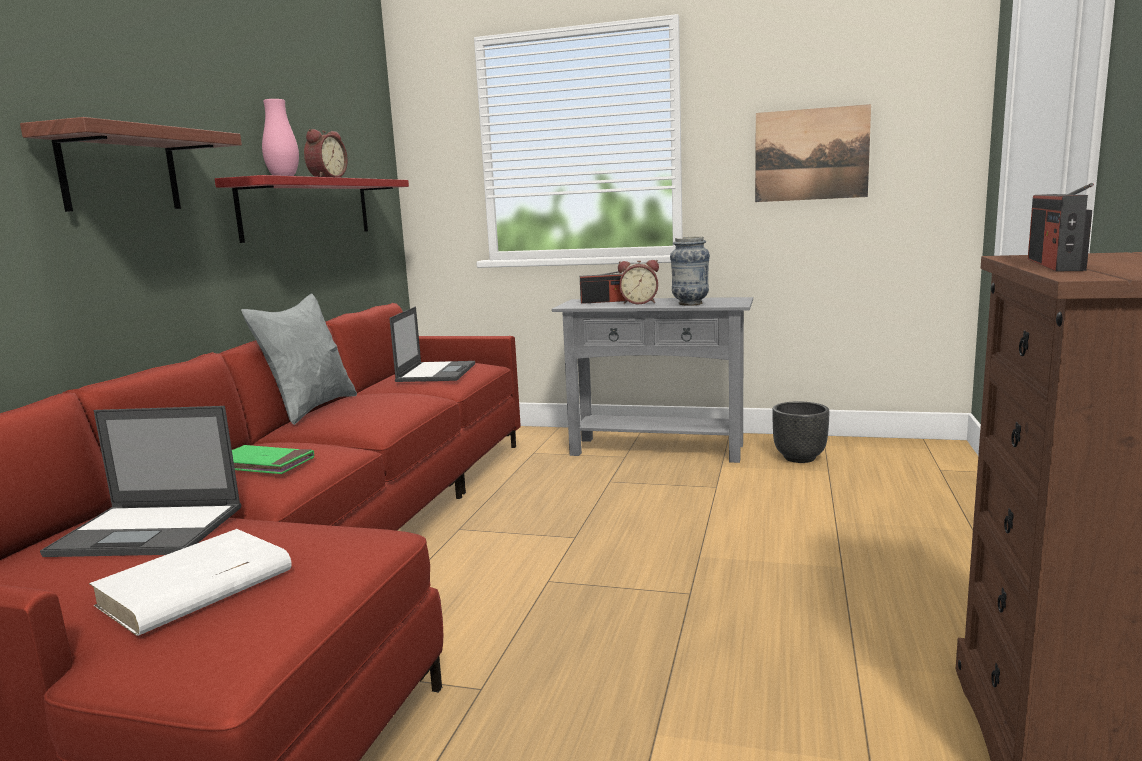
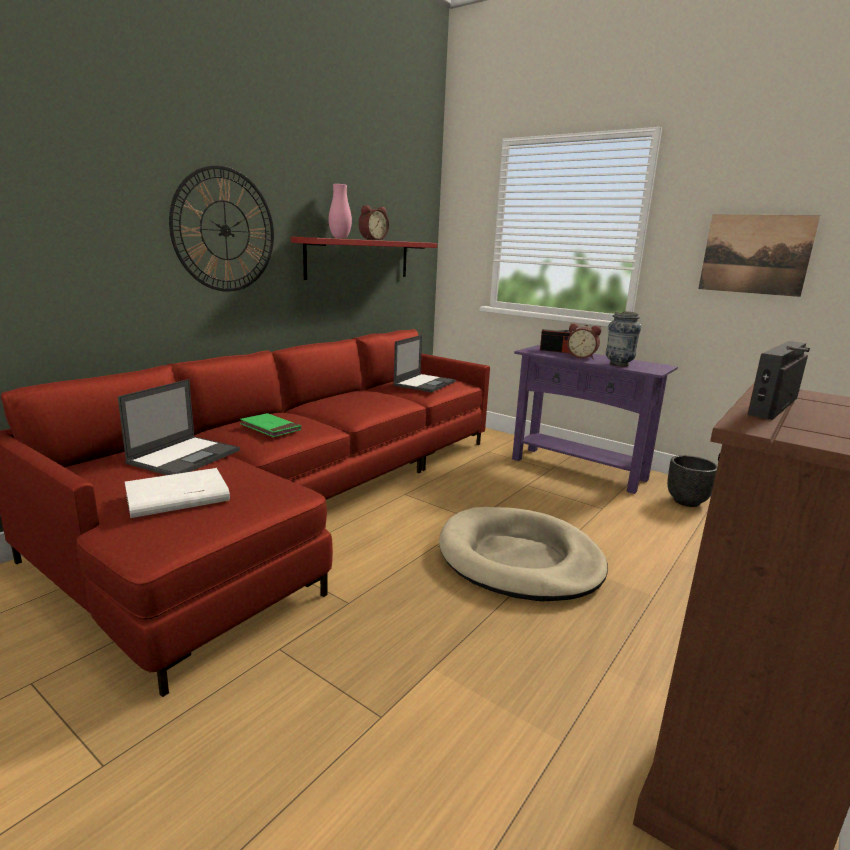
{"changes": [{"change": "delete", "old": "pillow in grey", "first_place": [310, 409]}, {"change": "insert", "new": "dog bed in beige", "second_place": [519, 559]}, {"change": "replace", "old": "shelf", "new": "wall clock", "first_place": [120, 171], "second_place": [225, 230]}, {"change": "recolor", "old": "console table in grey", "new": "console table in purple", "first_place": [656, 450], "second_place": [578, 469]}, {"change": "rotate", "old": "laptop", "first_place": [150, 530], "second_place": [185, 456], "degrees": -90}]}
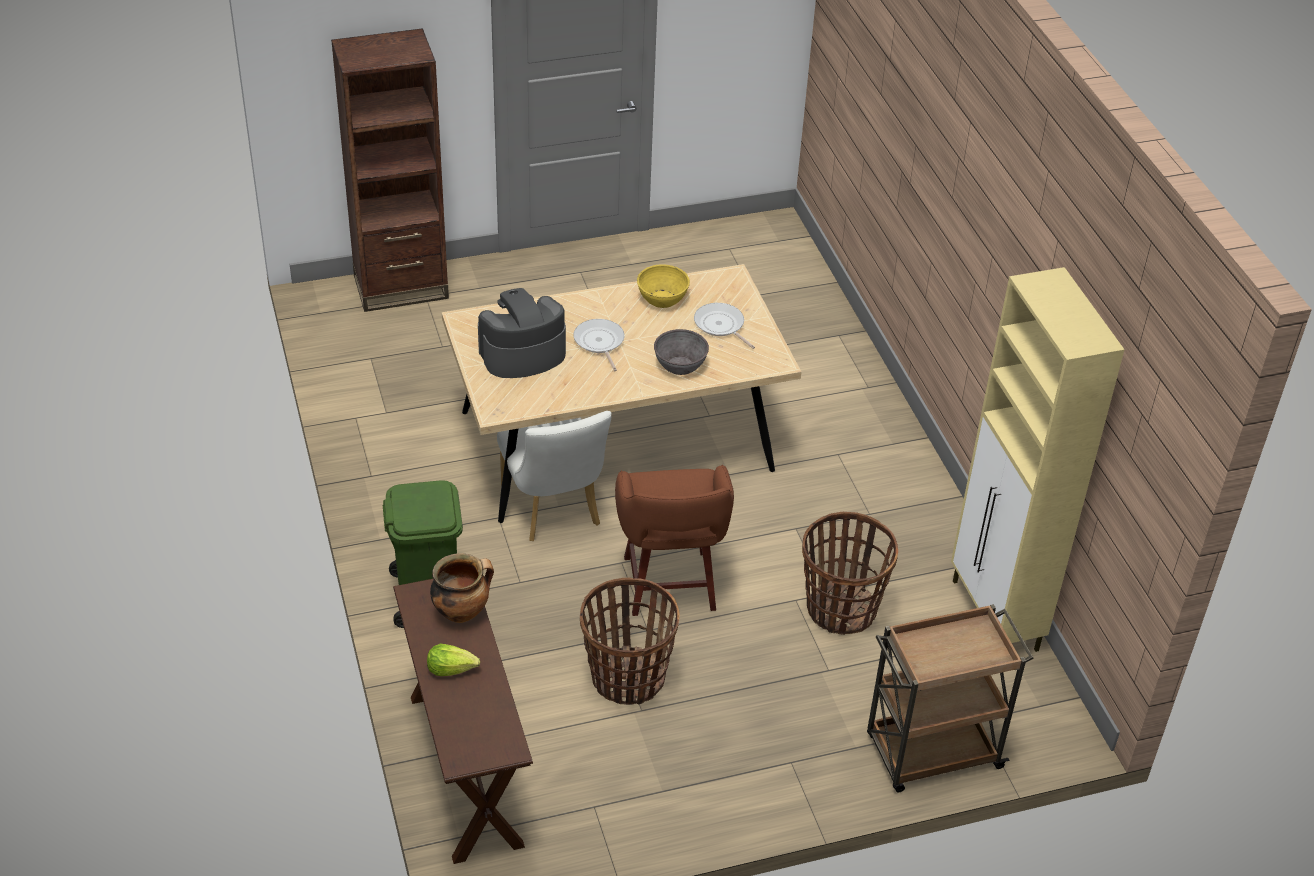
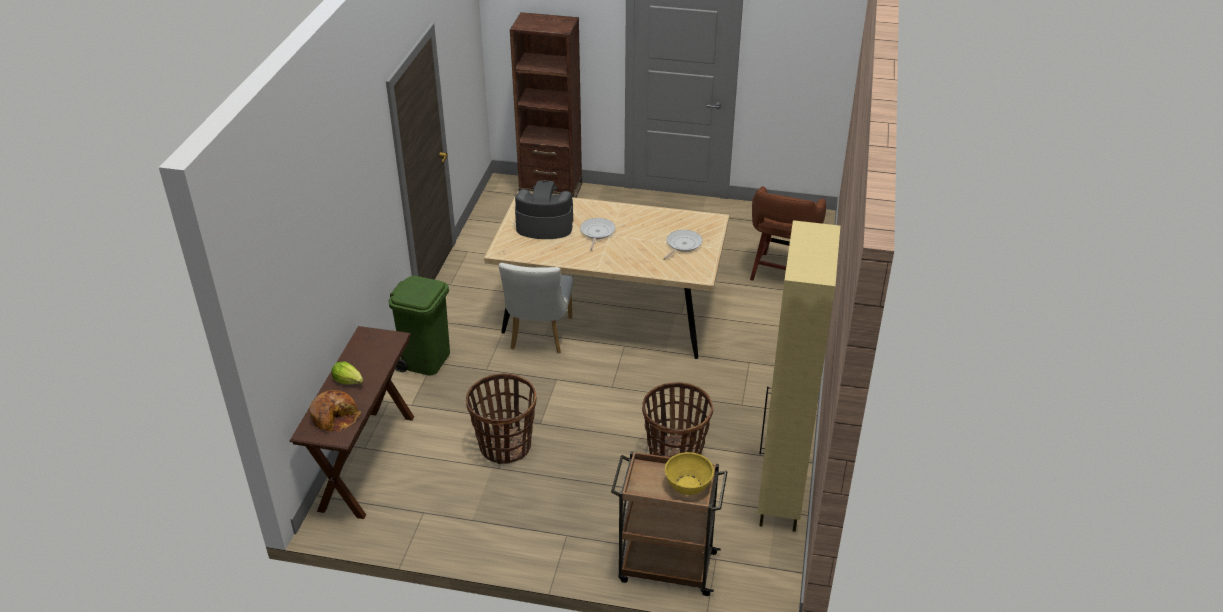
{"changes": [{"change": "delete", "old": "cooking pot", "first_place": [462, 611]}, {"change": "delete", "old": "bowl in grey", "first_place": [680, 365]}, {"change": "insert", "new": "bread", "second_place": [335, 416]}, {"change": "move", "old": "stool in brown", "first_place": [670, 586], "second_place": [780, 273]}, {"change": "move", "old": "bowl in yellow", "first_place": [662, 299], "second_place": [688, 485]}, {"change": "rotate", "old": "frying pan", "first_place": [720, 325], "second_place": [682, 245], "degrees": 45}]}
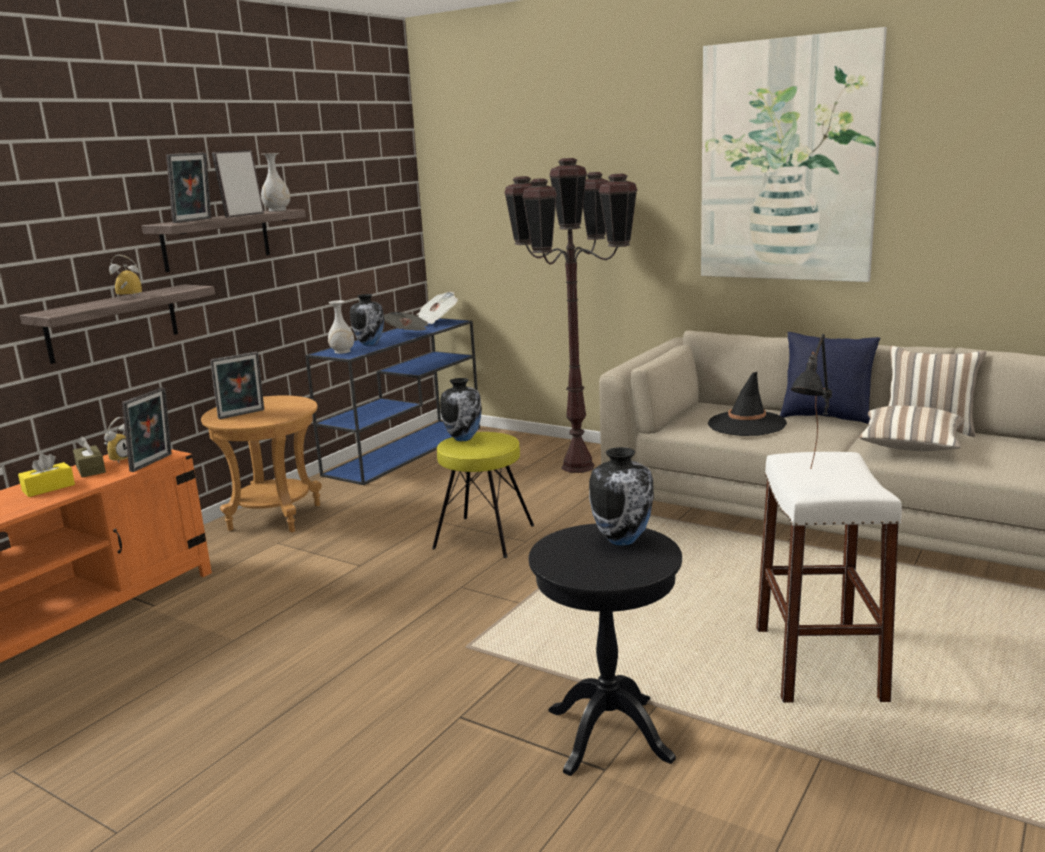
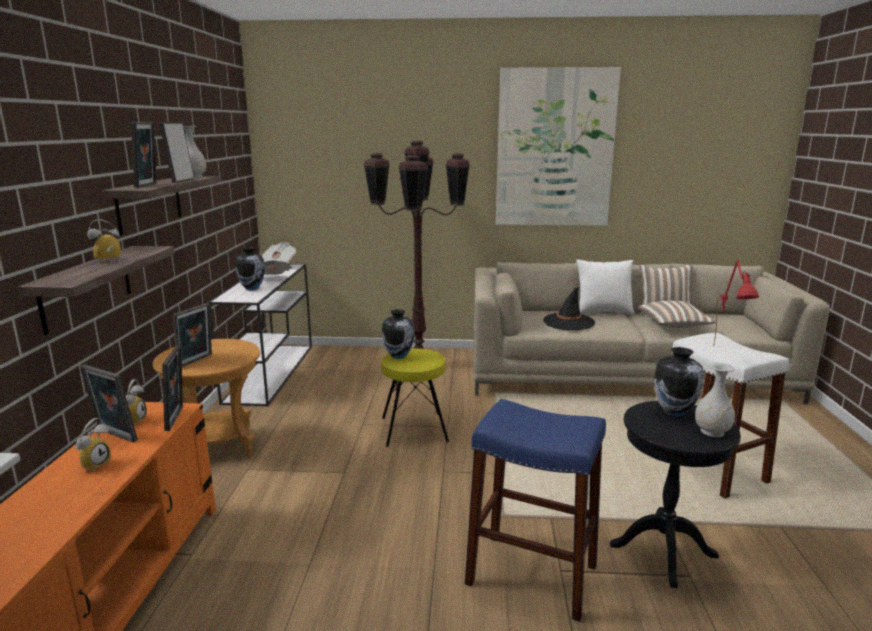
{"changes": [{"change": "insert", "new": "stool in blue", "second_place": [531, 574]}, {"change": "move", "old": "vase in white", "first_place": [342, 352], "second_place": [712, 432]}, {"change": "replace", "old": "tissue box in yellow", "new": "alarm clock", "first_place": [48, 488], "second_place": [94, 464]}, {"change": "replace", "old": "tissue box in brown", "new": "picture frame", "first_place": [90, 469], "second_place": [114, 436]}, {"change": "recolor", "old": "console table in blue", "new": "console table in white", "first_place": [406, 450], "second_place": [271, 372]}, {"change": "recolor", "old": "pillow in blue", "new": "pillow in white", "first_place": [826, 418], "second_place": [603, 313]}, {"change": "recolor", "old": "table lamp in black", "new": "table lamp in red", "first_place": [812, 480], "second_place": [728, 353]}]}
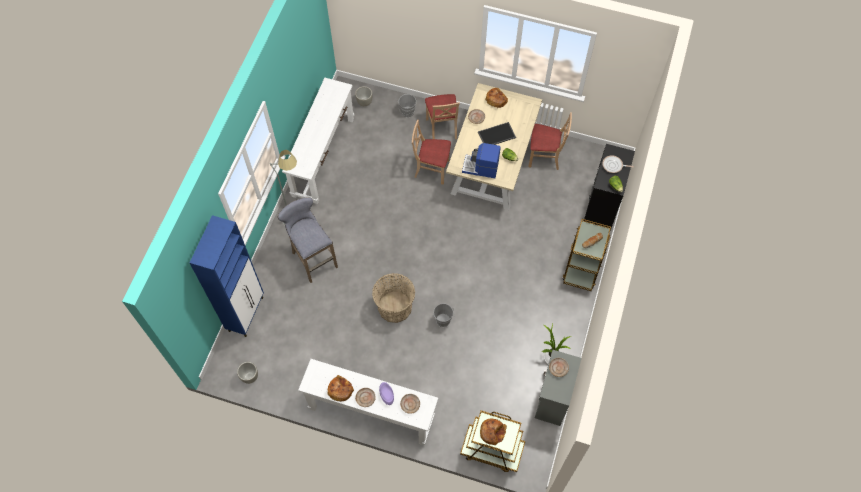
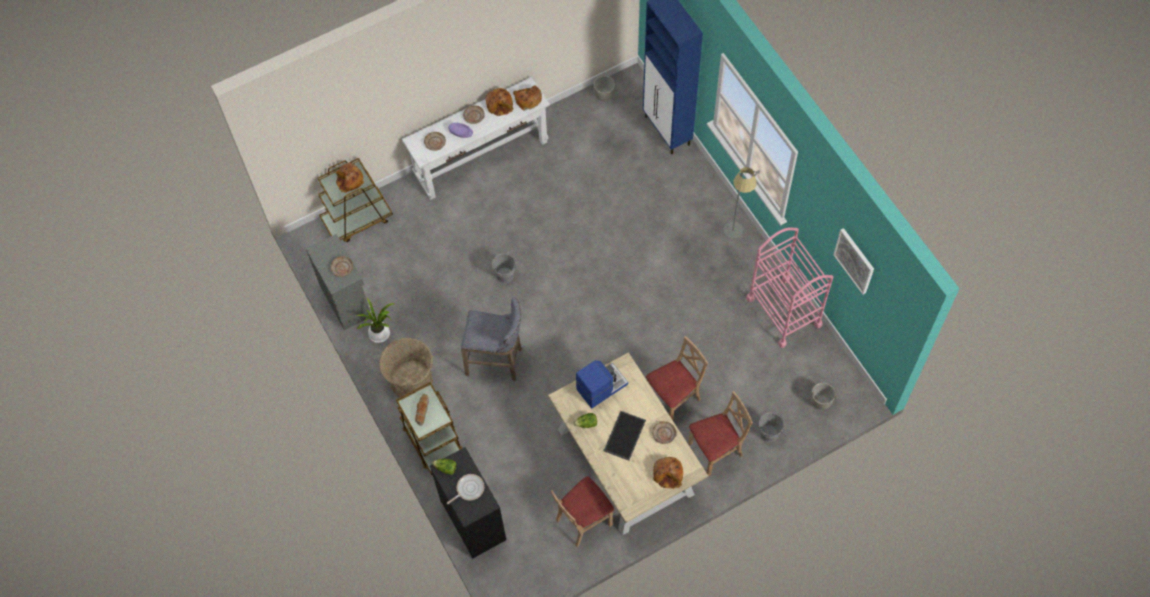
{"changes": [{"change": "insert", "new": "bread", "second_place": [528, 99]}, {"change": "insert", "new": "picture", "second_place": [854, 260]}, {"change": "move", "old": "stool in grey", "first_place": [313, 258], "second_place": [497, 361]}, {"change": "move", "old": "basket", "first_place": [394, 307], "second_place": [411, 380]}, {"change": "replace", "old": "console table in white", "new": "cart in pink", "first_place": [323, 156], "second_place": [784, 311]}, {"change": "rotate", "old": "chair in beige", "first_place": [442, 128], "second_place": [716, 450], "degrees": 120}]}
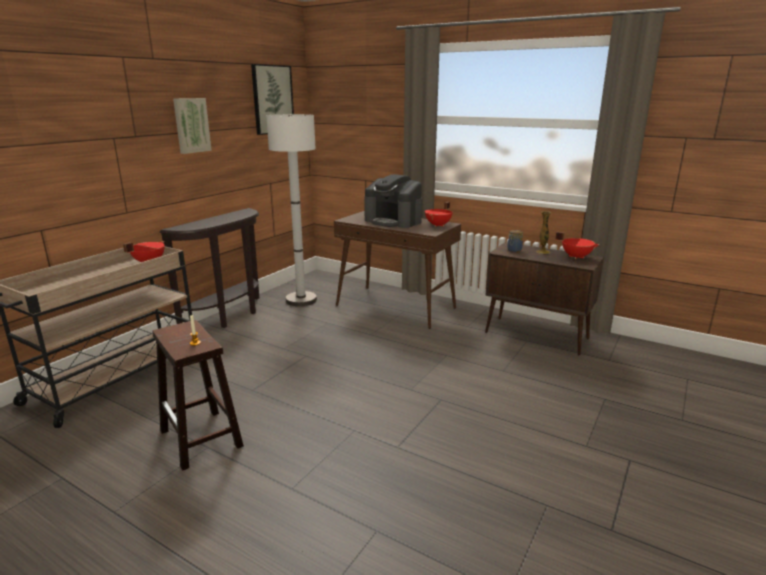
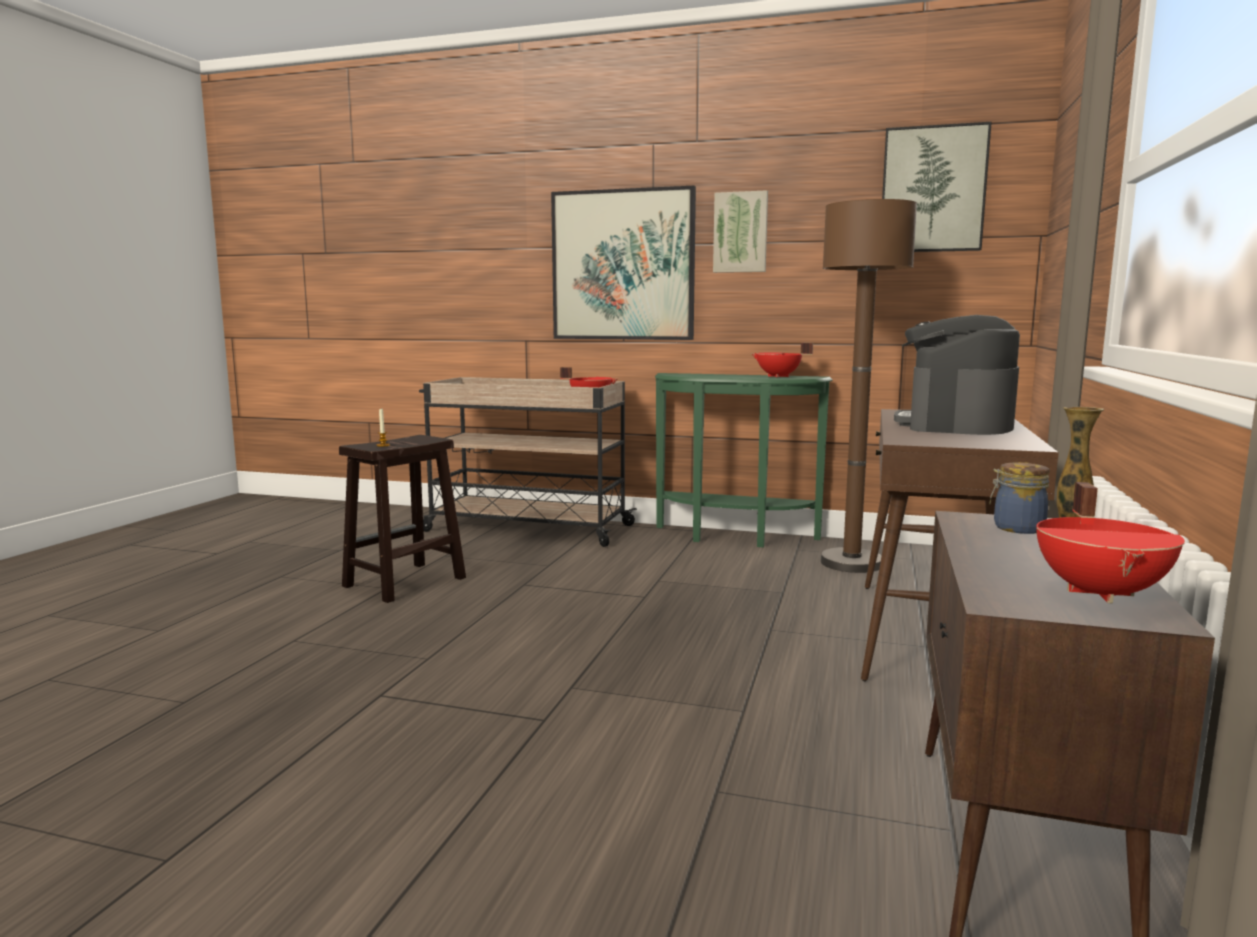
{"changes": [{"change": "insert", "new": "picture", "second_place": [623, 265]}, {"change": "move", "old": "cooking pot in red", "first_place": [438, 225], "second_place": [778, 376]}, {"change": "recolor", "old": "console table in brown", "new": "console table in green", "first_place": [230, 316], "second_place": [733, 538]}, {"change": "recolor", "old": "floor lamp in white", "new": "floor lamp in brown", "first_place": [301, 300], "second_place": [851, 563]}]}
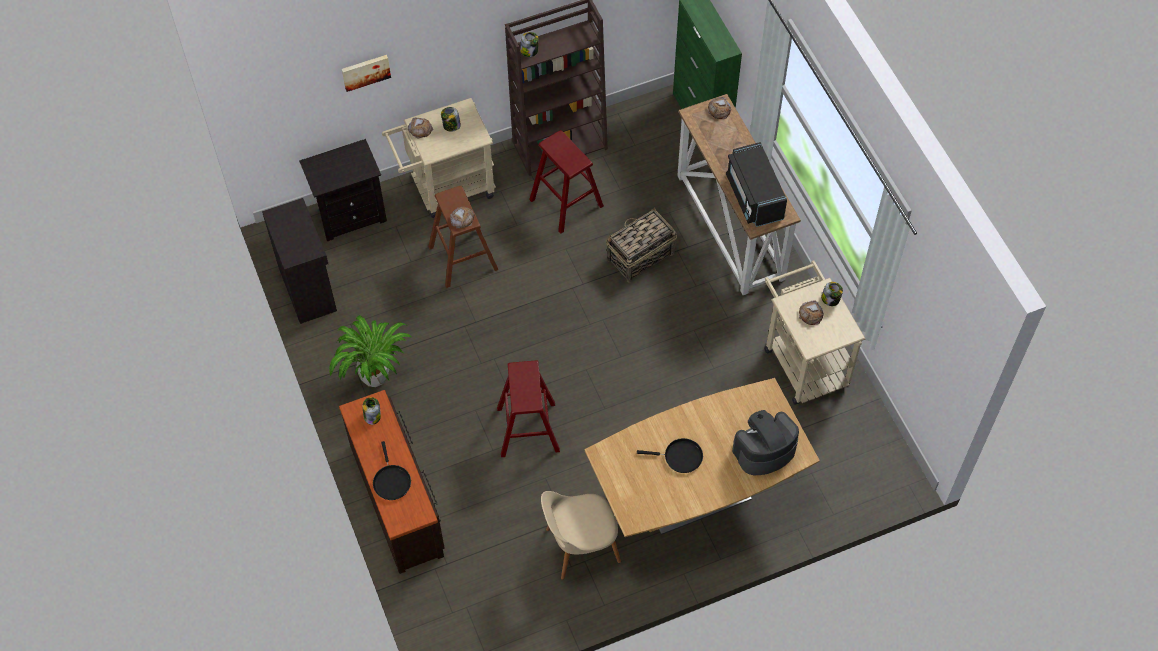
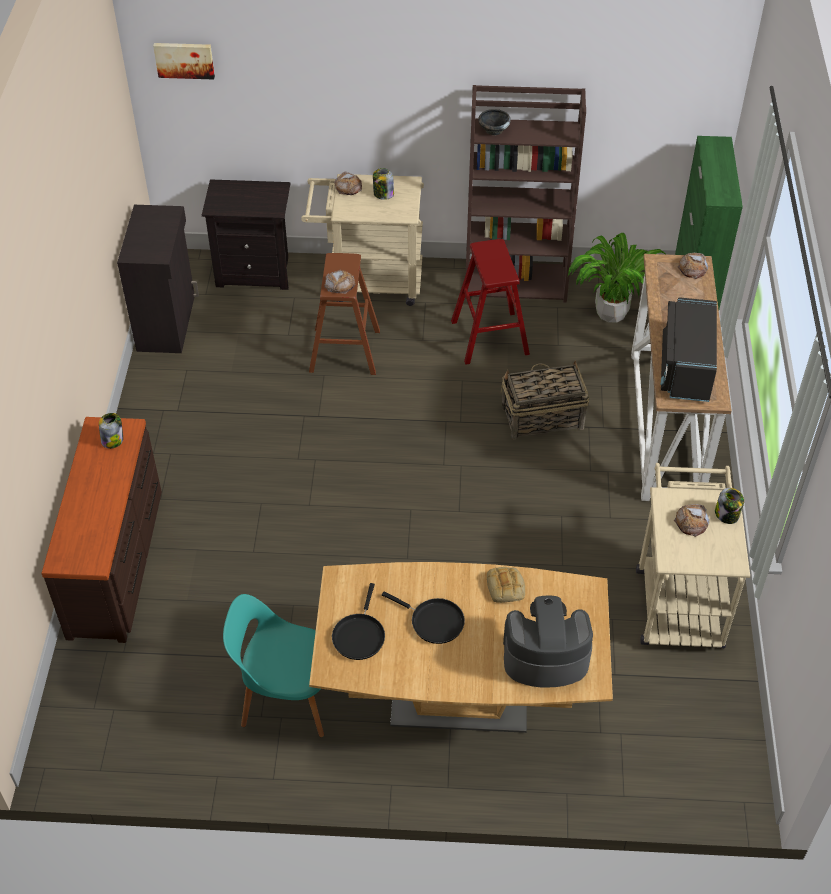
{"changes": [{"change": "delete", "old": "stool in red", "first_place": [528, 429]}, {"change": "insert", "new": "bread", "second_place": [506, 587]}, {"change": "move", "old": "potted plant", "first_place": [375, 375], "second_place": [612, 312]}, {"change": "move", "old": "picture", "first_place": [365, 71], "second_place": [184, 59]}, {"change": "move", "old": "frying pan in black", "first_place": [391, 481], "second_place": [359, 635]}, {"change": "replace", "old": "jar", "new": "bowl in black", "first_place": [529, 51], "second_place": [494, 129]}, {"change": "recolor", "old": "chair in beige", "new": "chair in turquoise", "first_place": [580, 546], "second_place": [286, 698]}]}
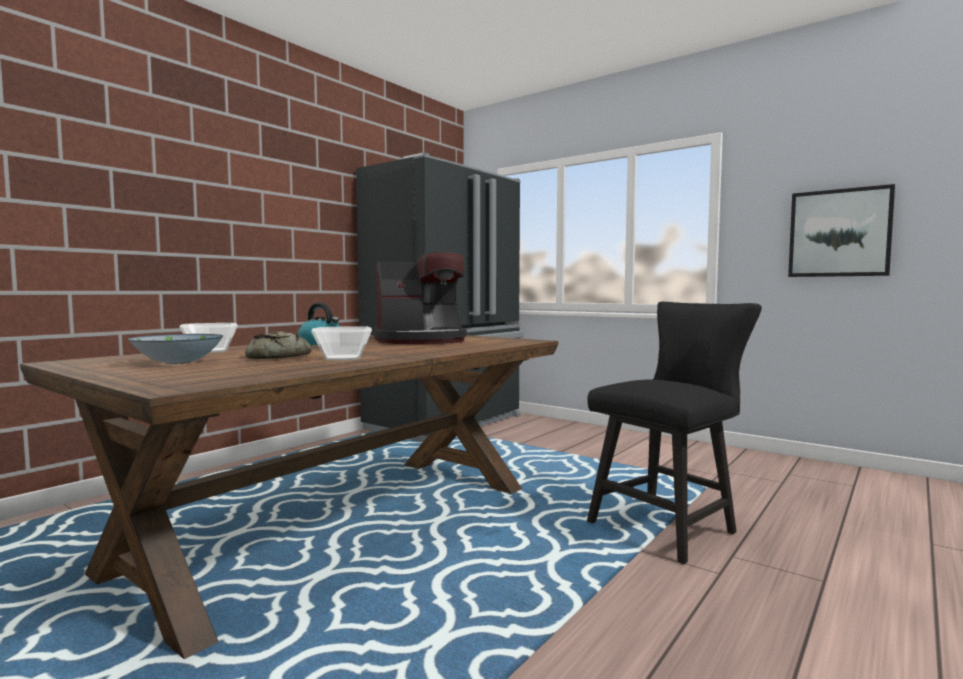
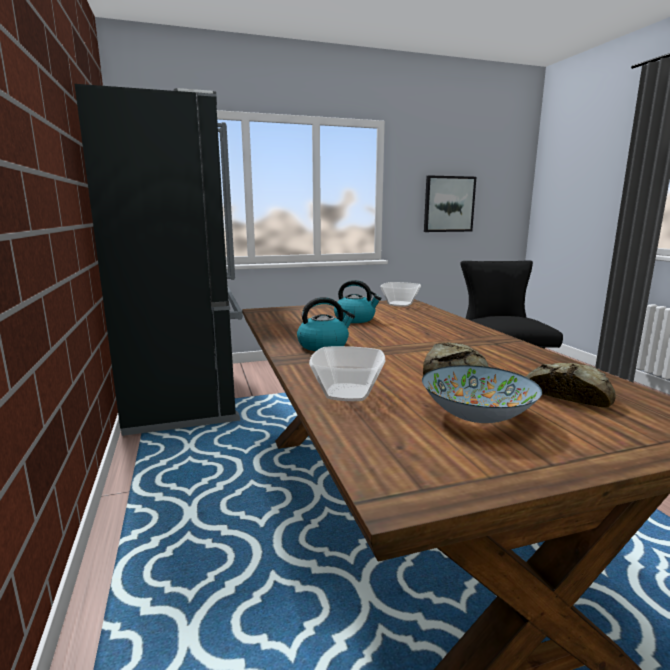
{"changes": [{"change": "insert", "new": "bread", "second_place": [567, 394]}, {"change": "move", "old": "bowl", "first_place": [341, 358], "second_place": [400, 304]}, {"change": "replace", "old": "coffee machine", "new": "kettle", "first_place": [421, 340], "second_place": [355, 319]}]}
